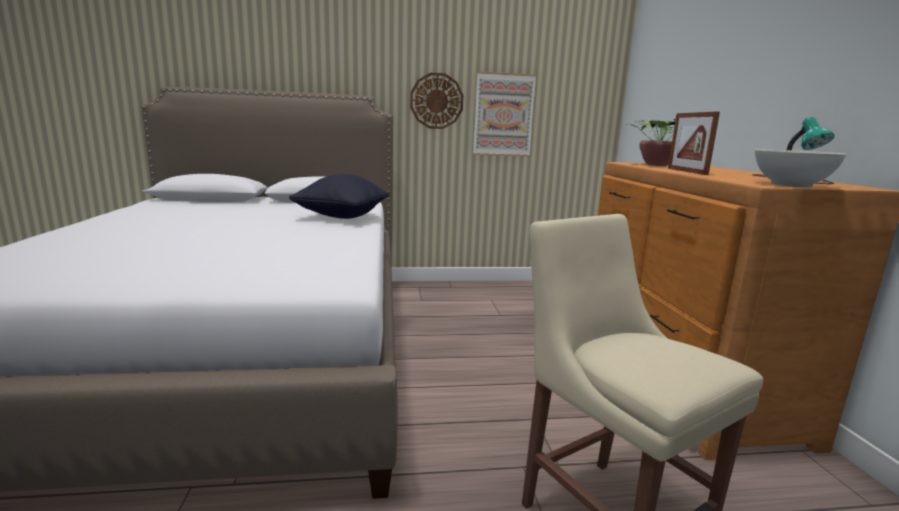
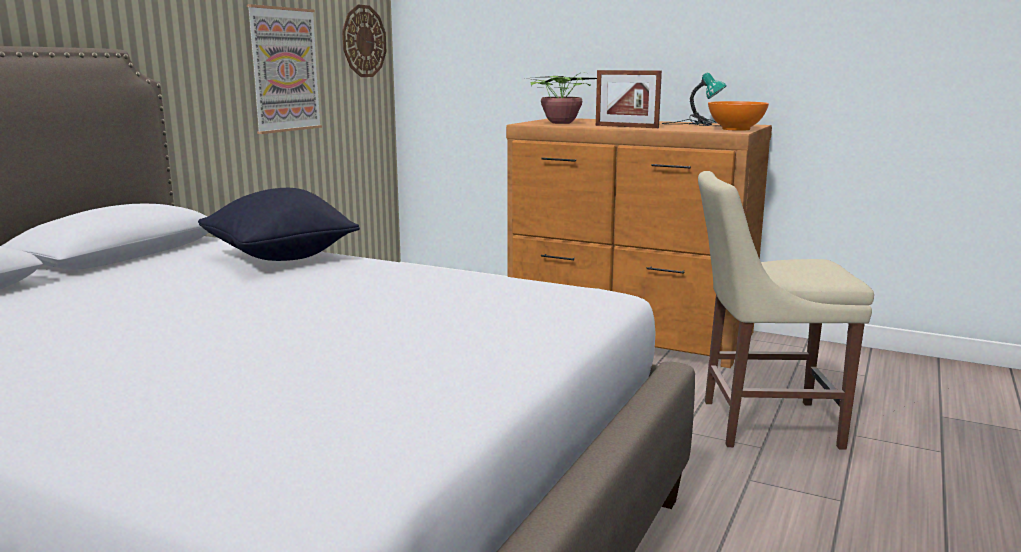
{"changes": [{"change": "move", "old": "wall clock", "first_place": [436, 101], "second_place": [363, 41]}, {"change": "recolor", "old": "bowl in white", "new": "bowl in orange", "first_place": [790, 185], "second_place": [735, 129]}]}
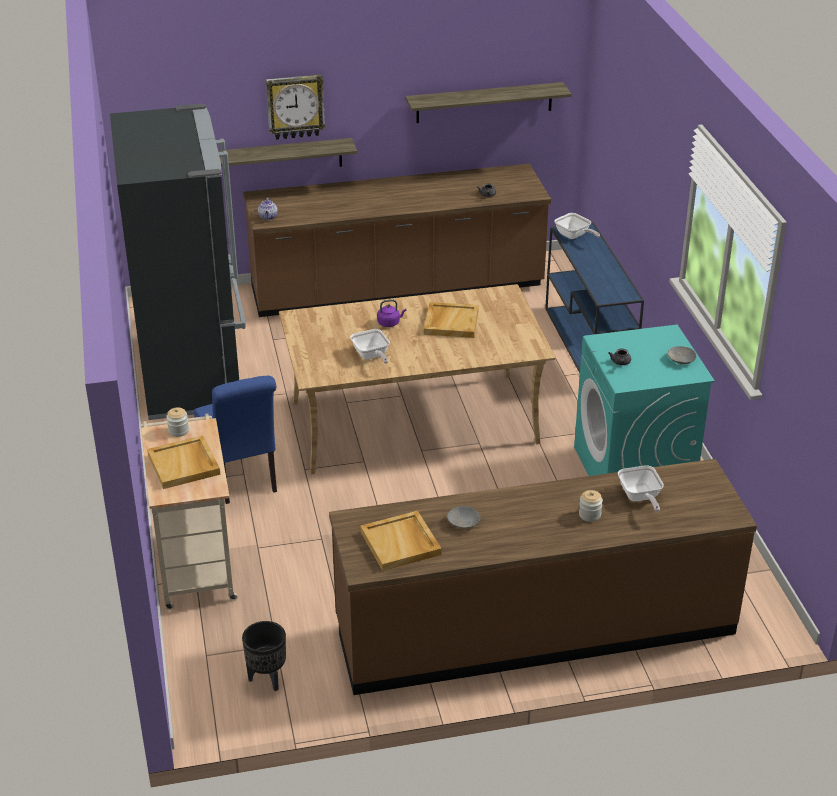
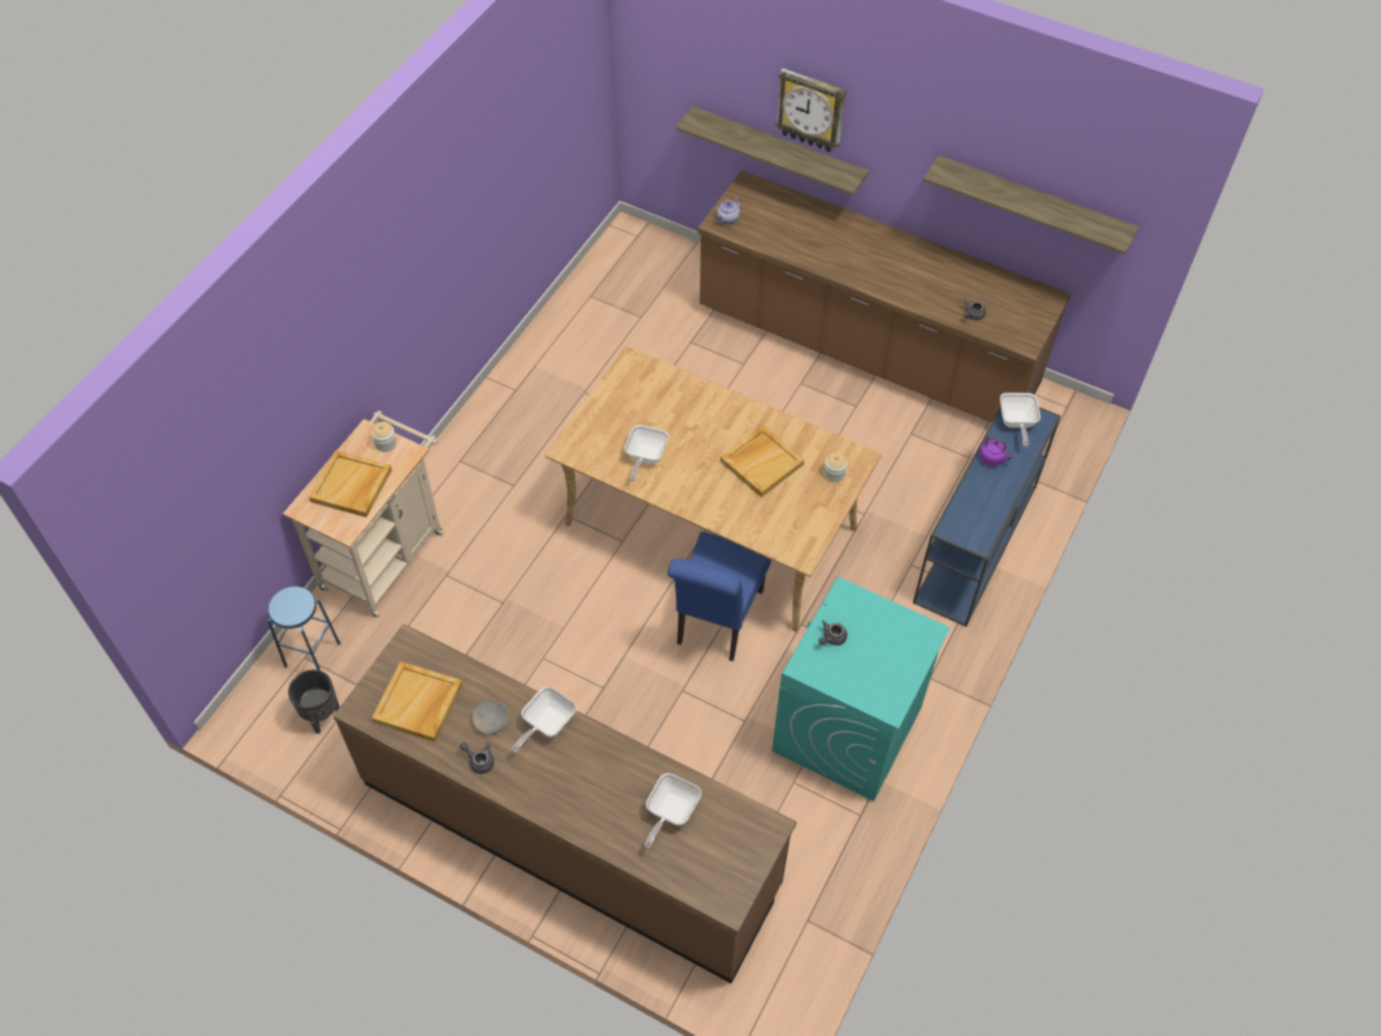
{"changes": [{"change": "delete", "old": "fridge in black", "first_place": [193, 373]}, {"change": "delete", "old": "bowl in grey", "first_place": [681, 360]}, {"change": "insert", "new": "stool in blue", "second_place": [312, 654]}, {"change": "insert", "new": "teapot in grey", "second_place": [479, 760]}, {"change": "insert", "new": "frying pan", "second_place": [546, 725]}, {"change": "move", "old": "chair in blue", "first_place": [242, 478], "second_place": [716, 622]}, {"change": "move", "old": "kettle in purple", "first_place": [390, 323], "second_place": [993, 458]}, {"change": "move", "old": "jar", "first_place": [589, 515], "second_place": [834, 473]}]}
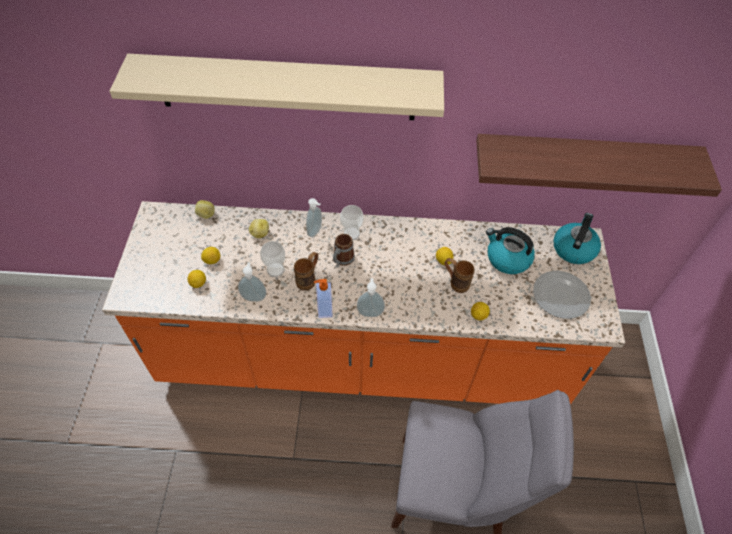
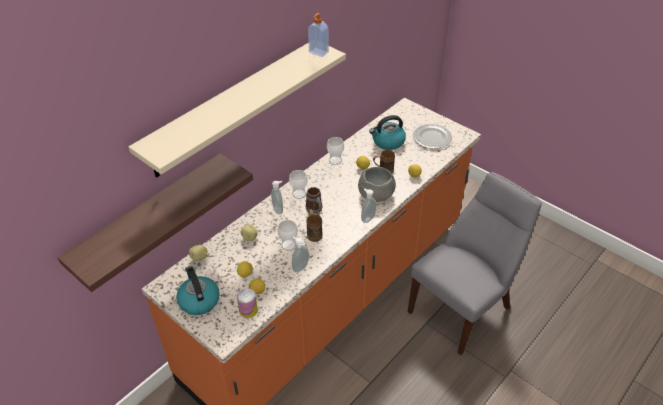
{"changes": [{"change": "insert", "new": "can", "second_place": [248, 310]}, {"change": "insert", "new": "cup", "second_place": [335, 160]}, {"change": "insert", "new": "bowl in grey", "second_place": [375, 194]}, {"change": "move", "old": "soap dispenser", "first_place": [324, 309], "second_place": [318, 52]}, {"change": "move", "old": "shelf", "first_place": [582, 160], "second_place": [150, 218]}, {"change": "move", "old": "kettle", "first_place": [573, 248], "second_place": [199, 300]}]}
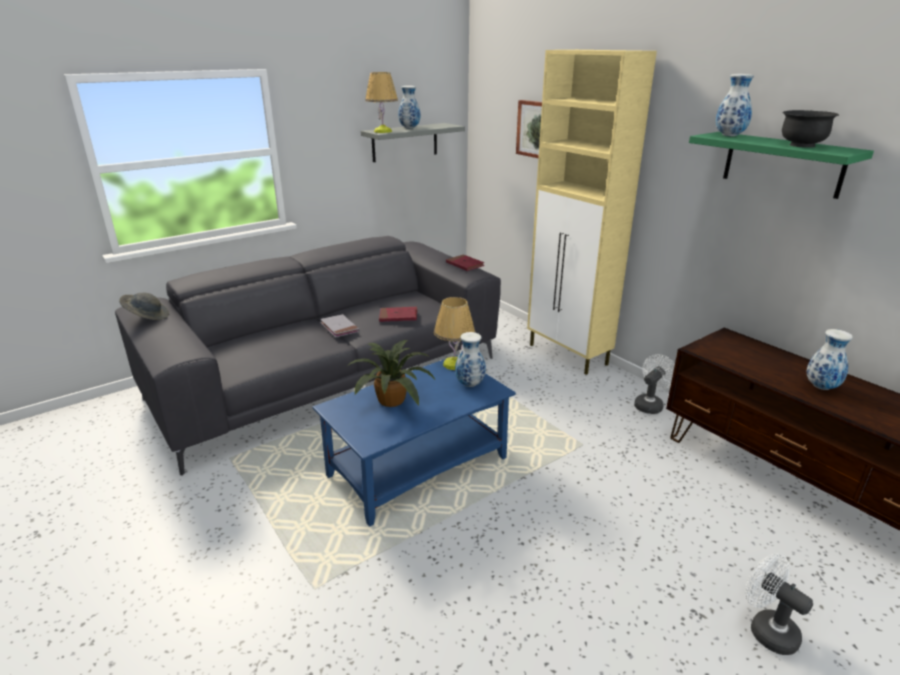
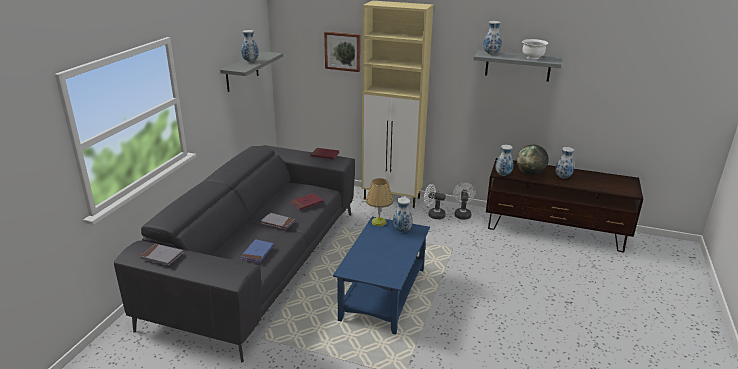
{"changes": [{"change": "delete", "old": "potted plant", "first_place": [393, 401]}, {"change": "delete", "old": "table lamp", "first_place": [383, 131]}, {"change": "insert", "new": "book in blue", "second_place": [257, 252]}, {"change": "insert", "new": "vase", "second_place": [503, 174]}, {"change": "insert", "new": "globe", "second_place": [530, 173]}, {"change": "move", "old": "fan in white", "first_place": [766, 629], "second_place": [433, 215]}, {"change": "replace", "old": "hat in grey", "new": "book in grey", "first_place": [147, 317], "second_place": [162, 256]}, {"change": "recolor", "old": "shelf in green", "new": "shelf in grey", "first_place": [782, 164], "second_place": [517, 66]}, {"change": "recolor", "old": "bowl in black", "new": "bowl in white", "first_place": [801, 145], "second_place": [532, 58]}]}
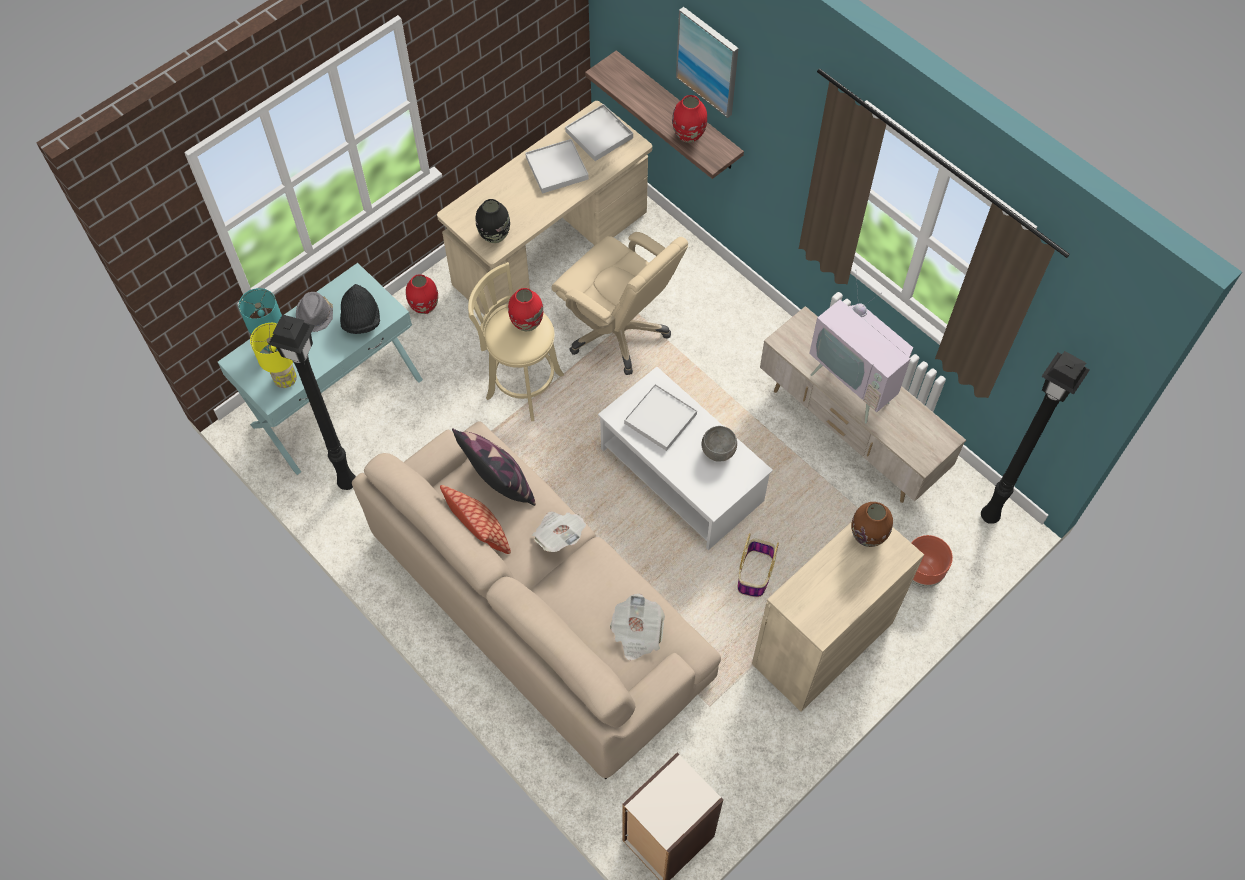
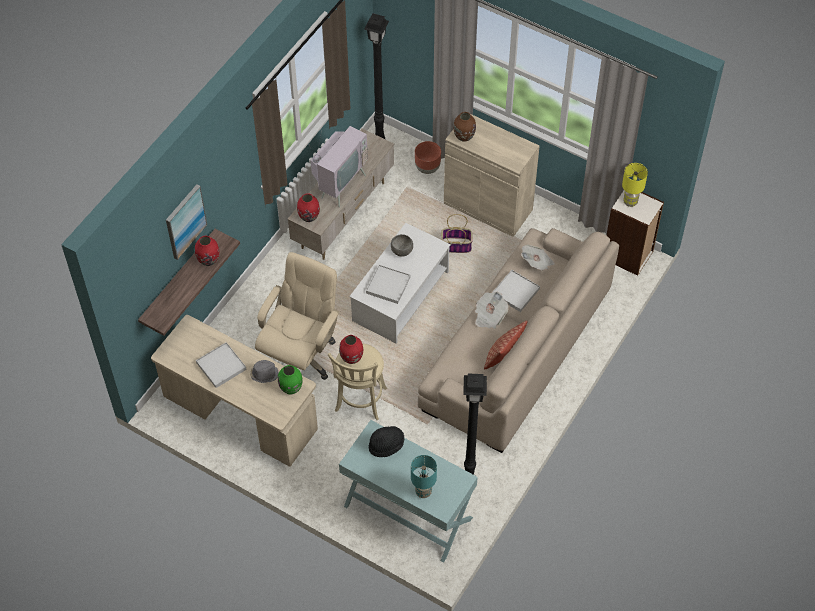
{"changes": [{"change": "delete", "old": "pillow", "first_place": [499, 483]}, {"change": "move", "old": "table lamp in yellow", "first_place": [285, 380], "second_place": [630, 202]}, {"change": "move", "old": "hat in grey", "first_place": [315, 315], "second_place": [264, 374]}, {"change": "move", "old": "vase in red", "first_place": [425, 307], "second_place": [309, 217]}, {"change": "move", "old": "tray in white", "first_place": [599, 135], "second_place": [515, 292]}, {"change": "recolor", "old": "vase in black", "new": "vase in green", "first_place": [494, 236], "second_place": [291, 388]}]}
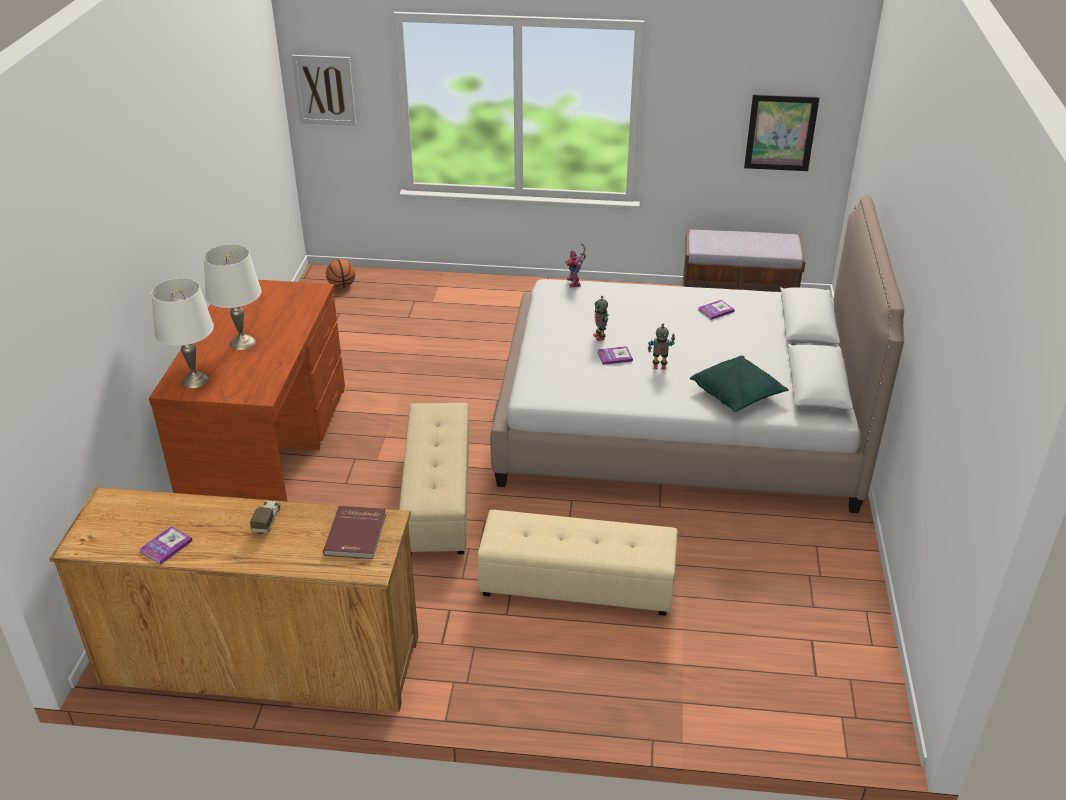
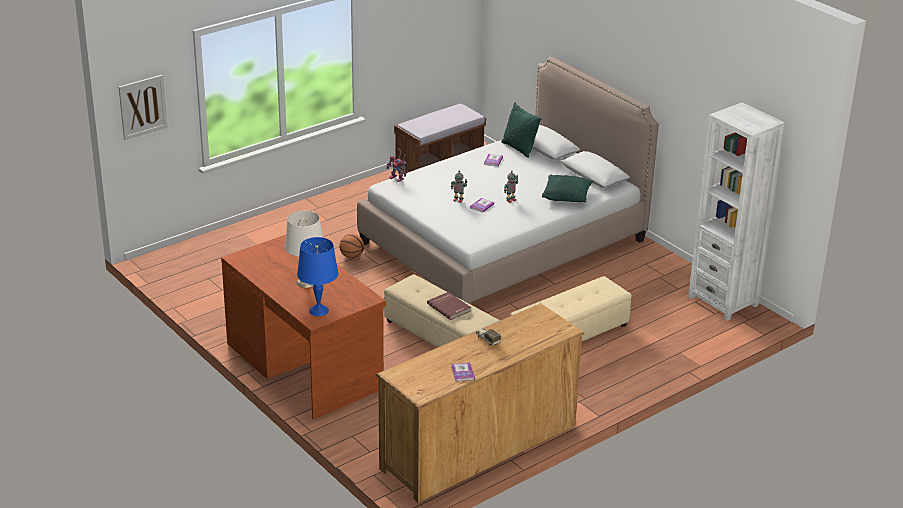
{"changes": [{"change": "delete", "old": "picture", "first_place": [780, 132]}, {"change": "insert", "new": "pillow in green", "second_place": [519, 148]}, {"change": "insert", "new": "bookcase in white", "second_place": [723, 301]}, {"change": "move", "old": "book in red", "first_place": [357, 534], "second_place": [449, 307]}, {"change": "move", "old": "basketball", "first_place": [342, 286], "second_place": [352, 256]}, {"change": "recolor", "old": "table lamp in white", "new": "table lamp in blue", "first_place": [195, 380], "second_place": [318, 310]}]}
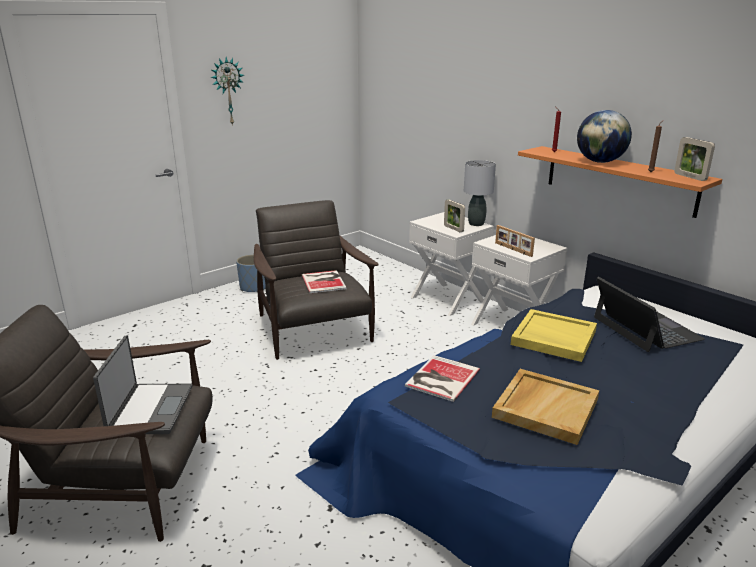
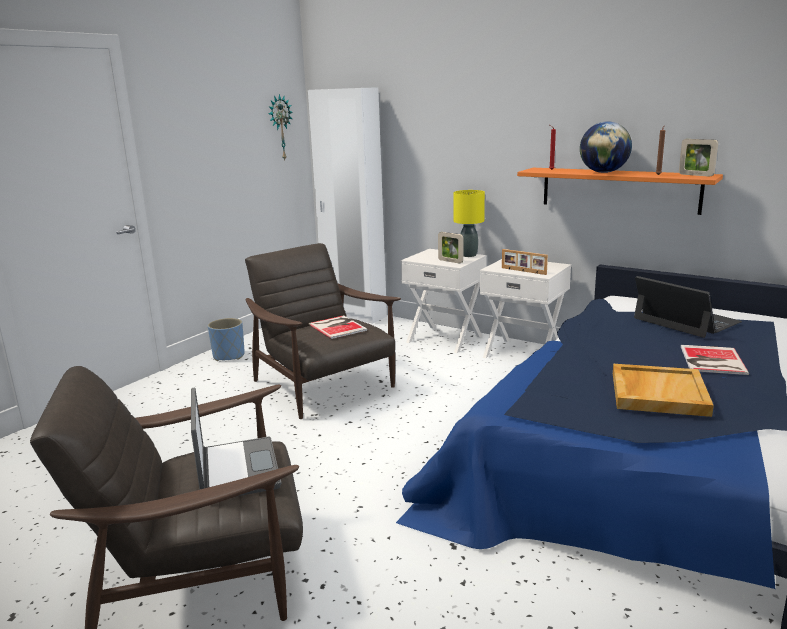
{"changes": [{"change": "delete", "old": "tray in yellow", "first_place": [553, 338]}, {"change": "insert", "new": "wardrobe in white", "second_place": [354, 315]}, {"change": "move", "old": "wall clock", "first_place": [227, 91], "second_place": [279, 127]}, {"change": "move", "old": "book", "first_place": [440, 378], "second_place": [711, 360]}, {"change": "recolor", "old": "table lamp in grey", "new": "table lamp in yellow", "first_place": [476, 224], "second_place": [469, 255]}]}
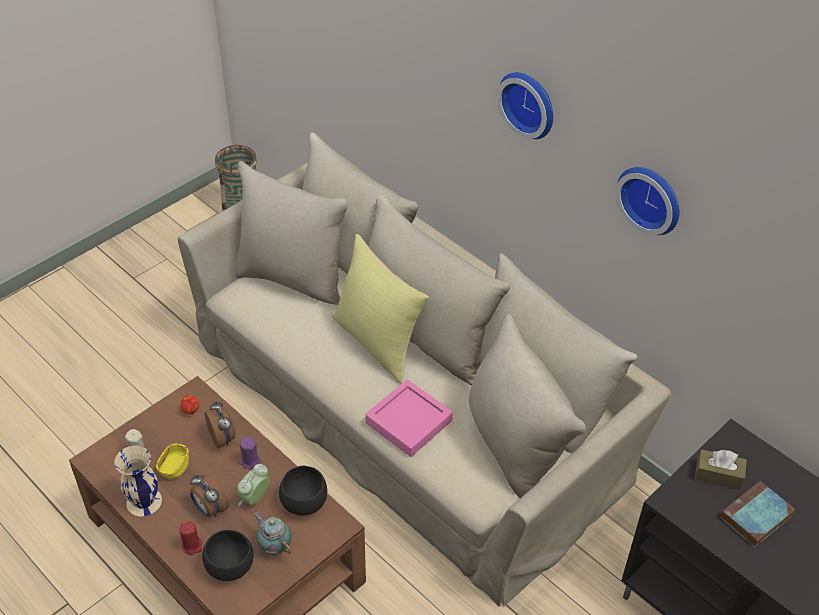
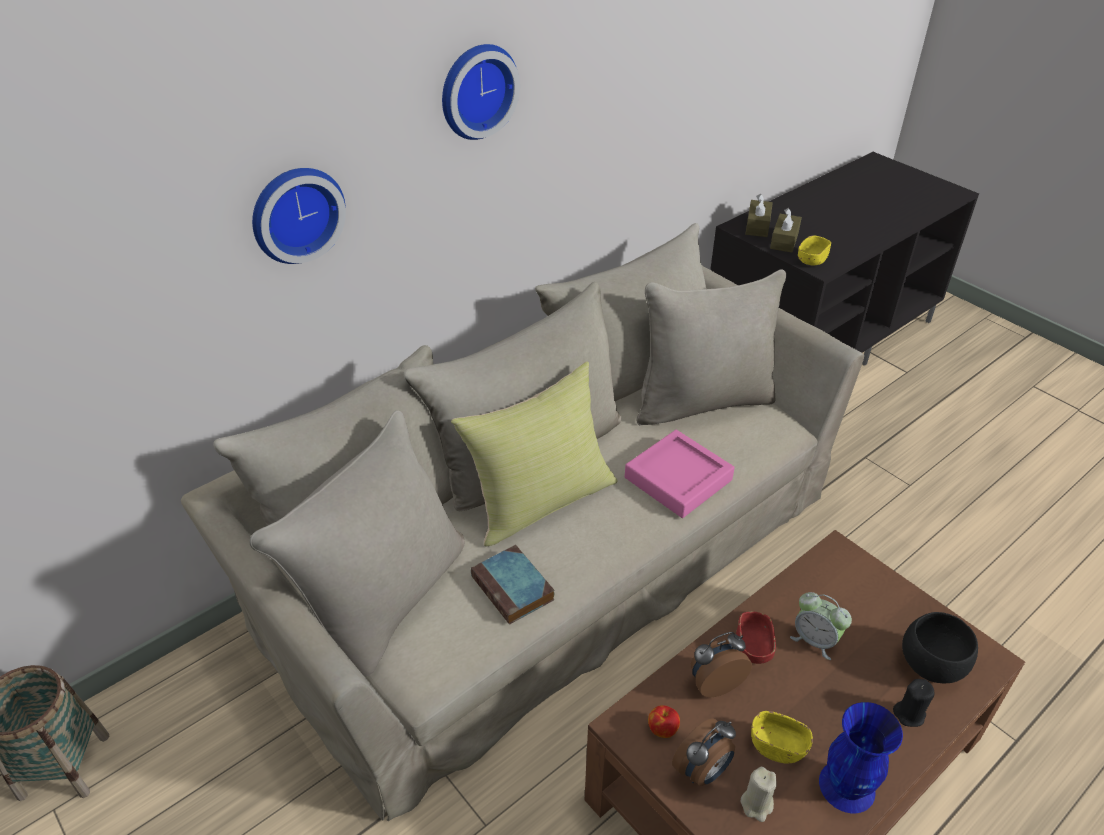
{"changes": [{"change": "delete", "old": "teapot", "first_place": [274, 546]}, {"change": "delete", "old": "bowl in black", "first_place": [303, 503]}, {"change": "insert", "new": "tissue box in brown", "second_place": [757, 226]}, {"change": "insert", "new": "bowl in yellow", "second_place": [811, 260]}, {"change": "move", "old": "alarm clock", "first_place": [210, 509], "second_place": [703, 771]}, {"change": "move", "old": "wall clock", "first_place": [651, 198], "second_place": [295, 213]}, {"change": "move", "old": "book", "first_place": [755, 518], "second_place": [514, 589]}, {"change": "replace", "old": "candle in purple", "new": "bowl in red", "first_place": [250, 461], "second_place": [753, 647]}, {"change": "recolor", "old": "vase in beige", "new": "vase in blue", "first_place": [143, 501], "second_place": [847, 787]}, {"change": "recolor", "old": "candle in red", "new": "candle in black", "first_place": [192, 546], "second_place": [909, 714]}]}
